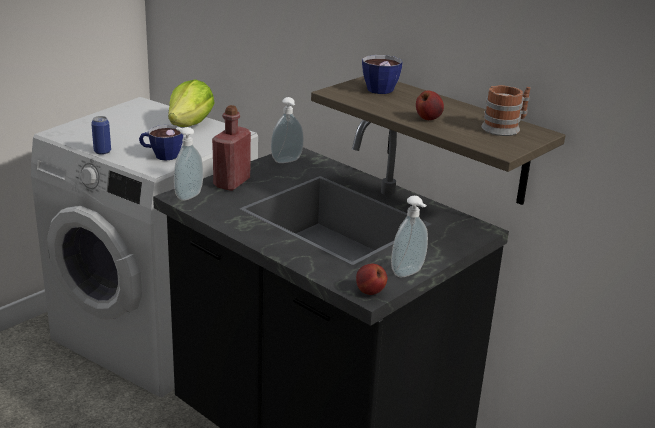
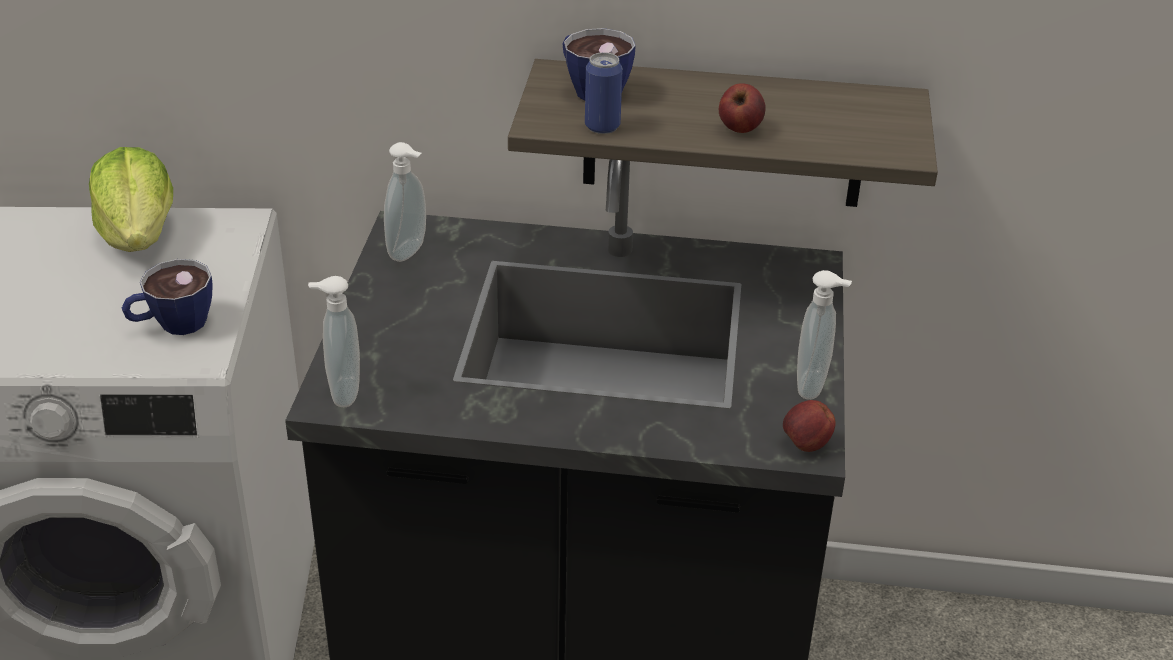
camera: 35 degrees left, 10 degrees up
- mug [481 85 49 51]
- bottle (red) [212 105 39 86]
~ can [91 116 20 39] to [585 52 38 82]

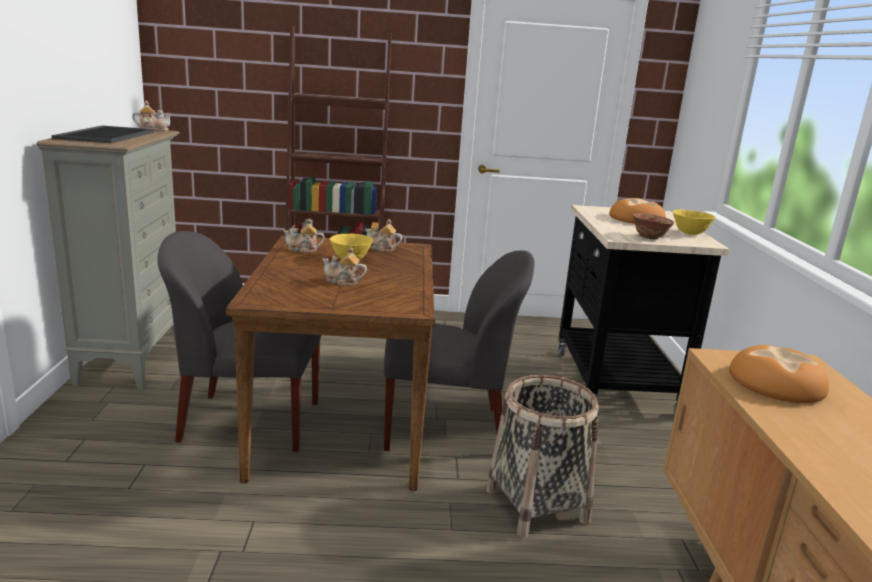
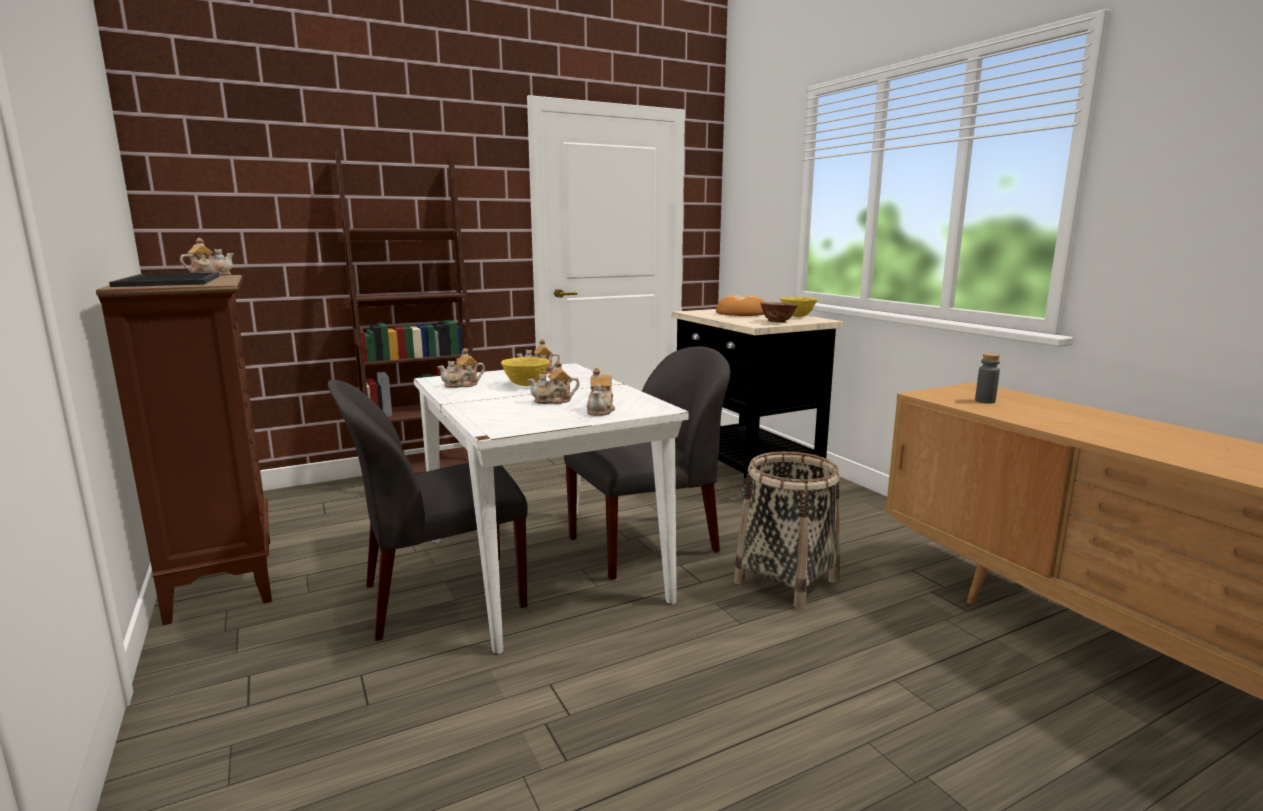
camera: 25 degrees left, 5 degrees down
~ dresser (grey) [37 131 142 258] to dresser (brown) [96 275 176 350]
~ dining table (brown) [226 235 209 256] to dining table (white) [414 363 275 292]
~ bread [729 345 100 58] to bottle (grey) [975 353 25 50]
+ teapot [587 368 28 48]

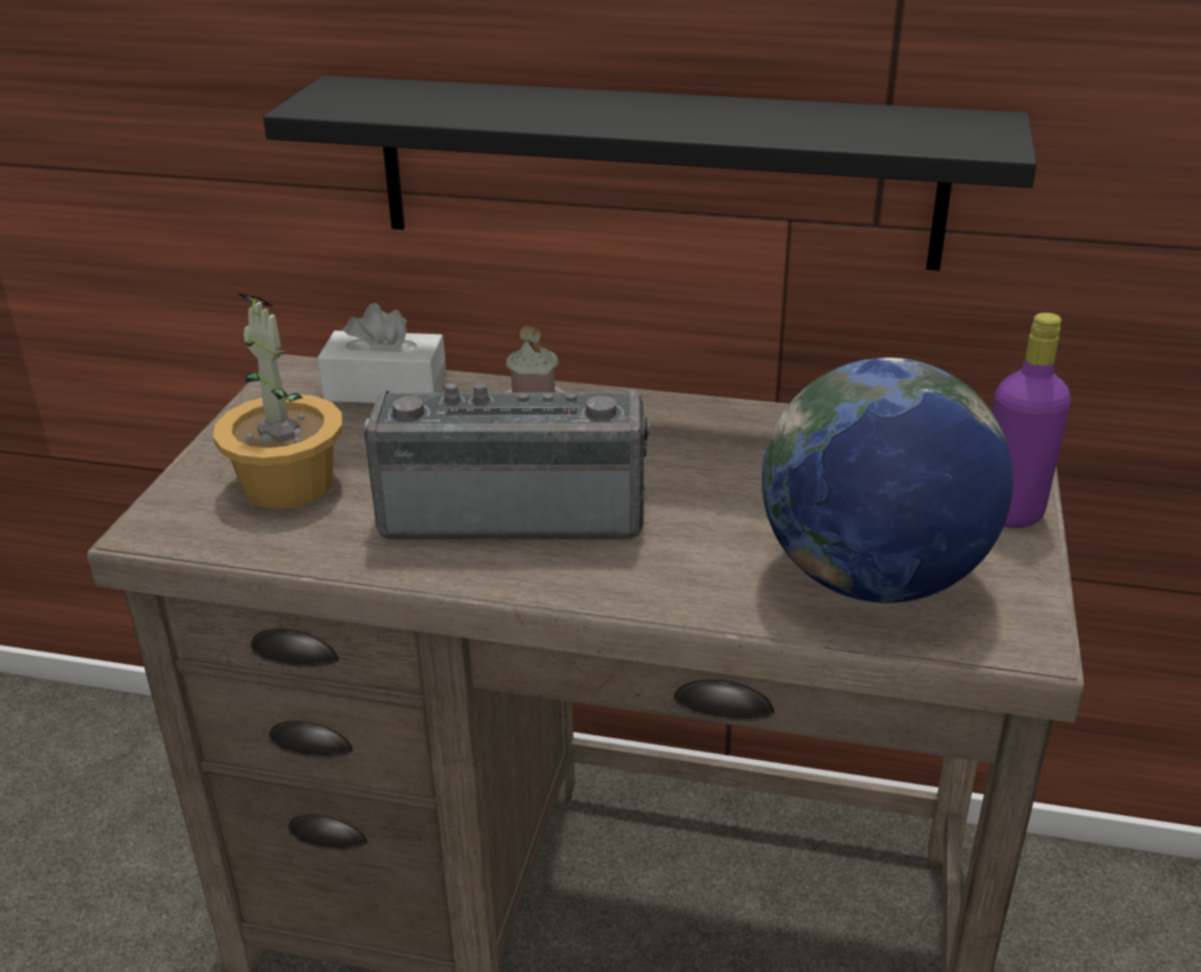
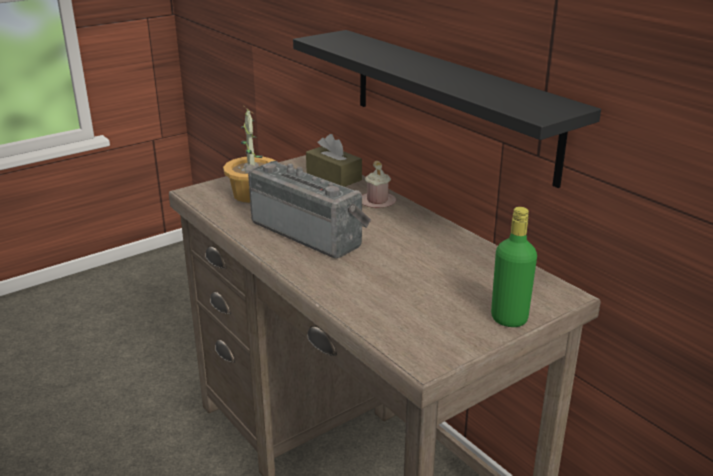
camera: 40 degrees right, 5 degrees down
~ tissue box (white) [317 303 130 100] to tissue box (brown) [306 134 56 53]
~ bottle (purple) [992 313 79 215] to bottle (green) [491 207 46 120]
- globe [762 358 251 245]

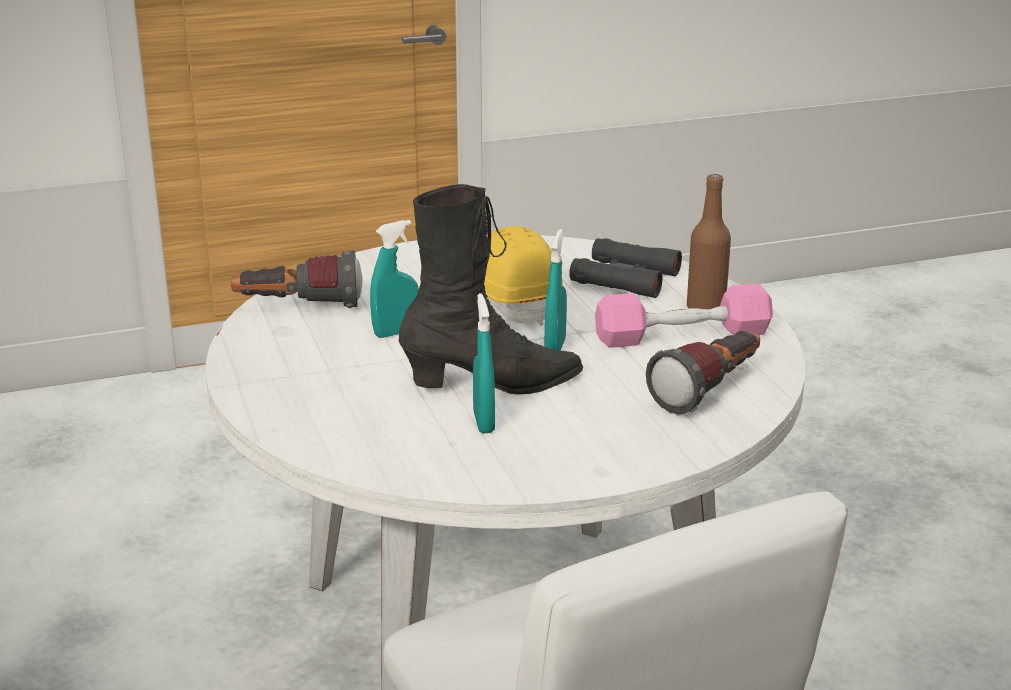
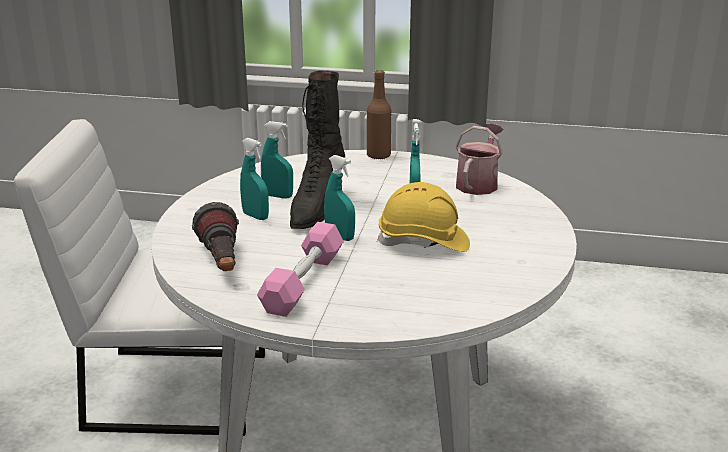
camera: 120 degrees right, 0 degrees up
~ bottle (brown) [687 174 44 135] to [367 70 24 90]
- binoculars (black) [569 238 113 60]
~ flashlight [231 250 132 58] to watering can [456 124 47 71]
+ spray bottle (turquoise) [240 138 29 82]

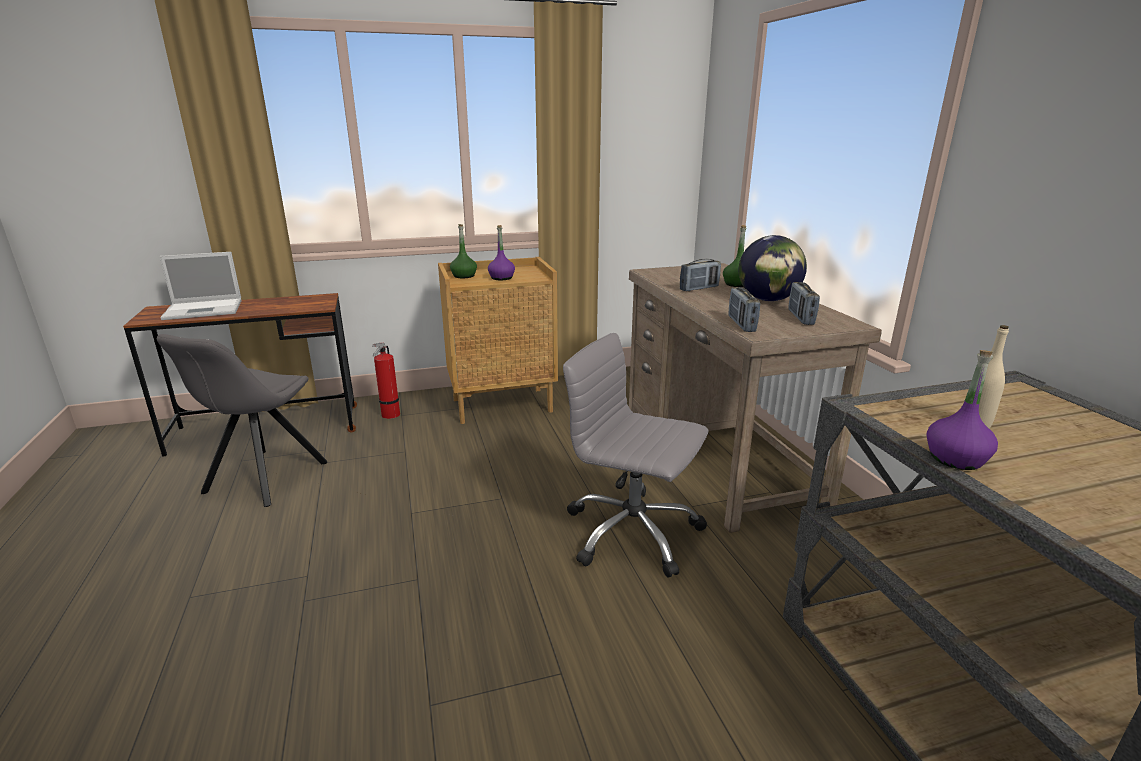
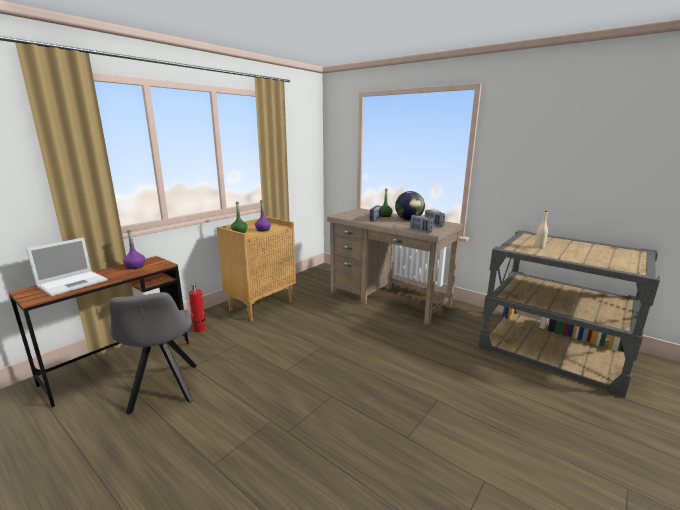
camera: 35 degrees left, 5 degrees down
- office chair (grey) [563 333 146 245]
~ bottle (purple) [927 350 71 120] to [123 230 22 39]

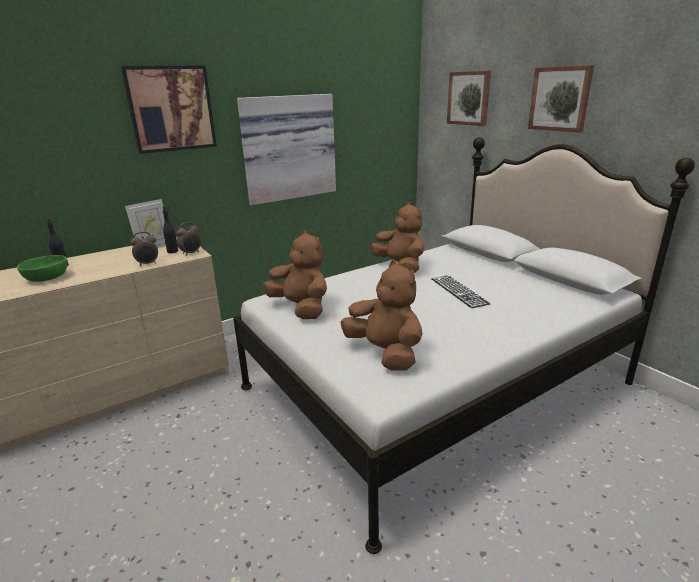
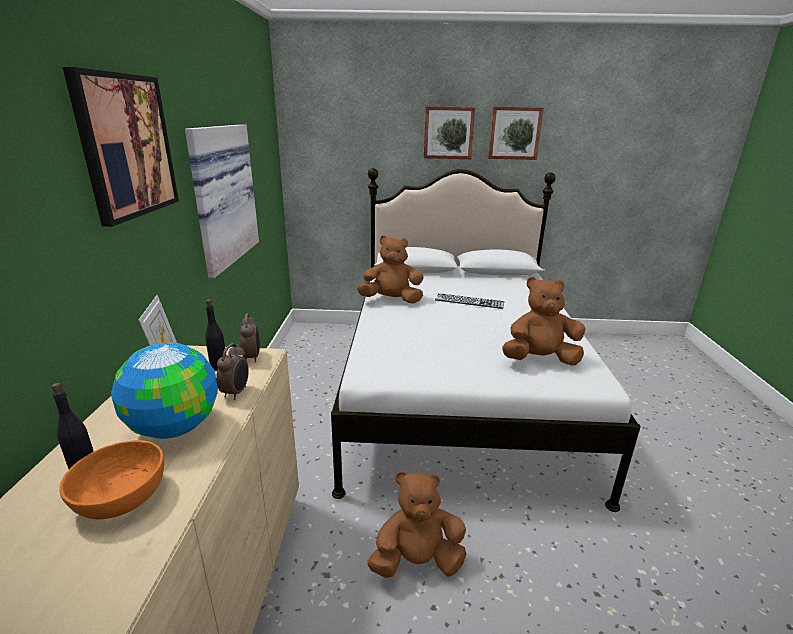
camera: 55 degrees left, 0 degrees up
~ picture [447 71 44 55] to [488 107 56 53]
~ plush toy (brown) [263 230 64 89] to [367 471 99 107]
~ bowl (green) [17 255 50 27] to bowl (orange) [59 440 105 79]
+ globe [111 343 107 96]

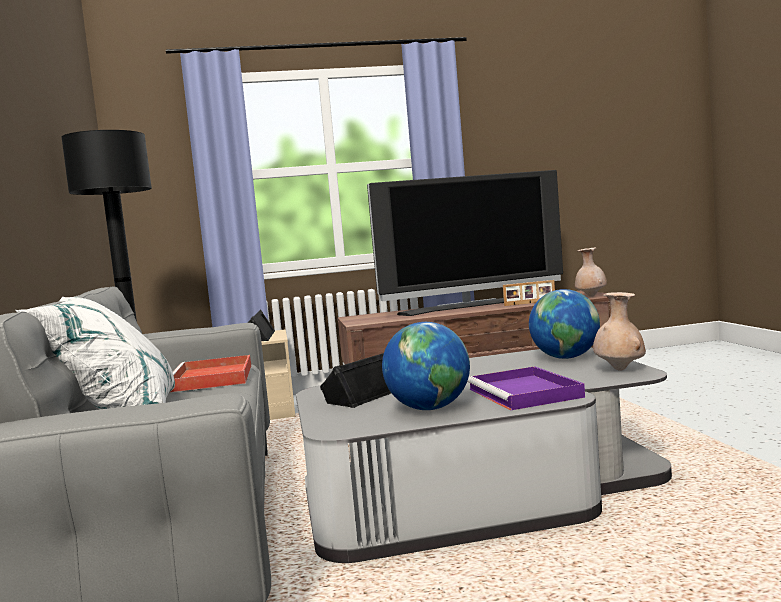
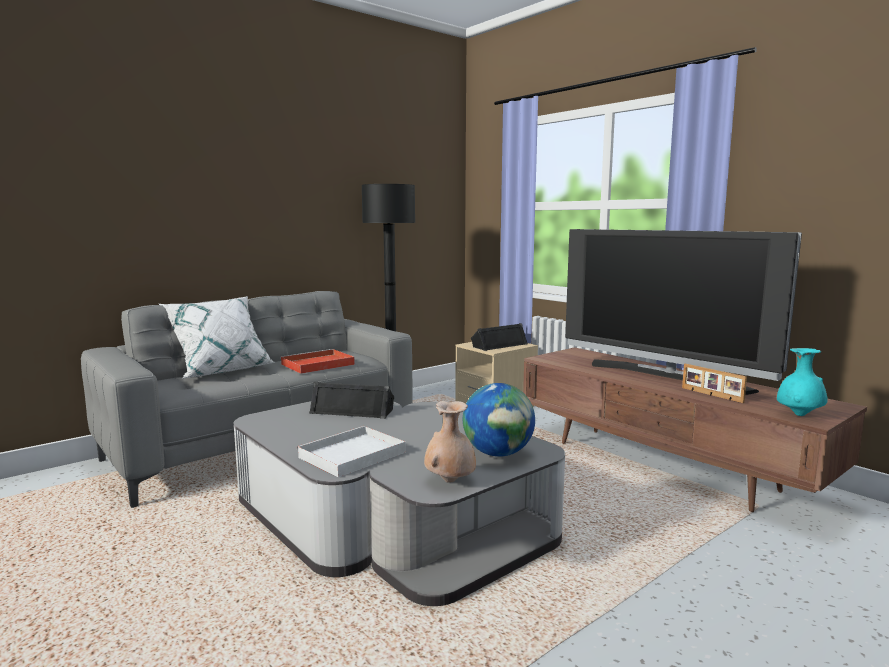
camera: 60 degrees right, 5 degrees up
~ vase (beige) [575 248 32 49] to vase (turquoise) [777 348 51 68]
- globe [382 322 88 88]
~ tray (purple) [467 366 118 44] to tray (white) [297 426 109 51]

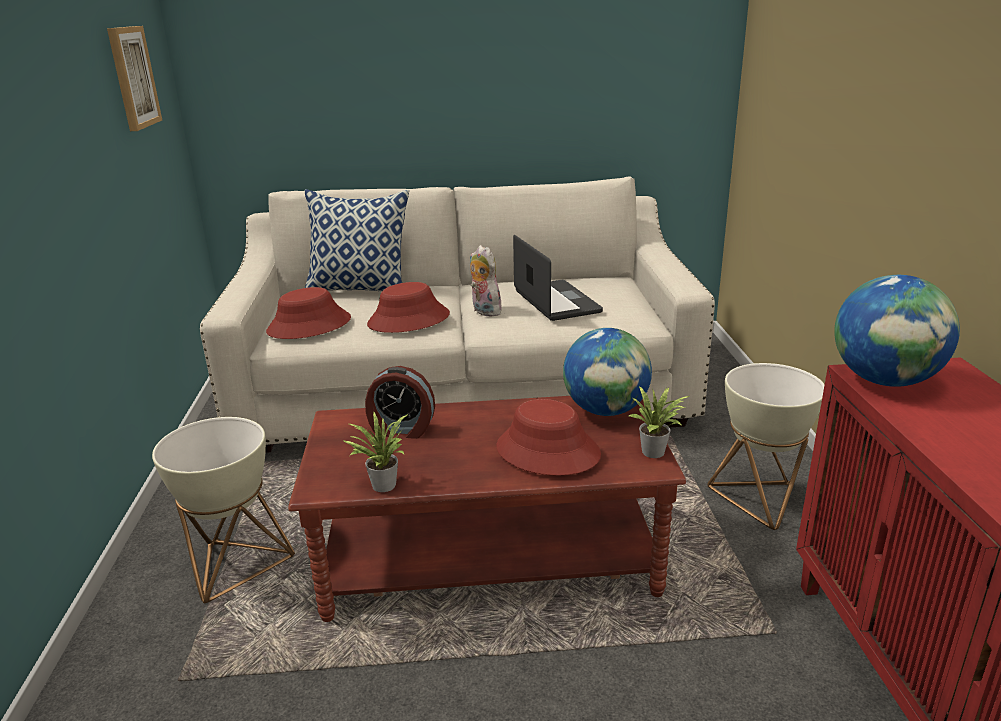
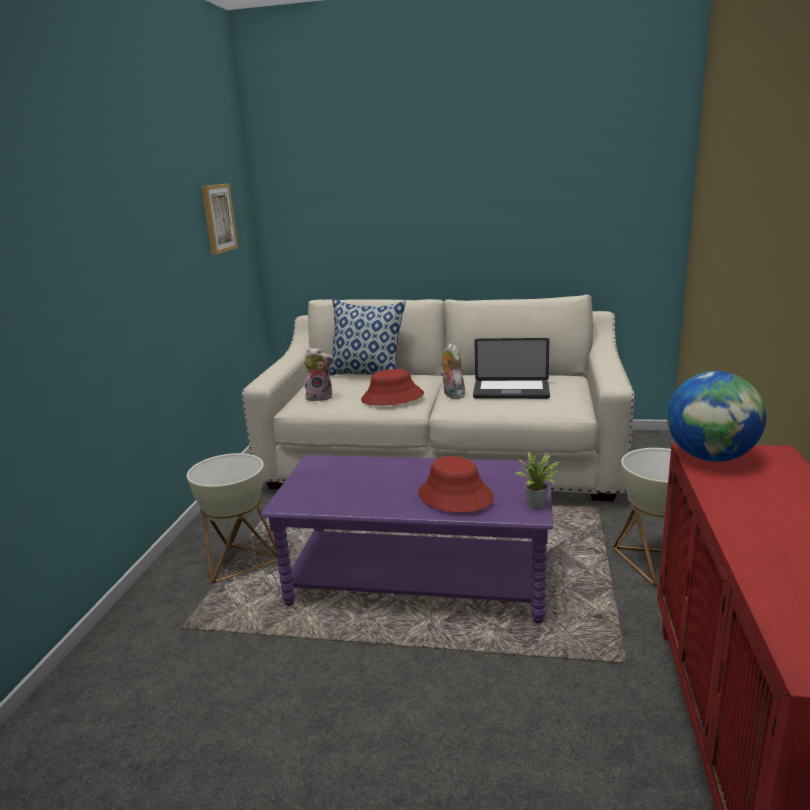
camera: 15 degrees right, 5 degrees down
~ laptop [513 235 90 86] = [473 338 77 61] 105 degrees clockwise
~ hat (red) [266 287 85 52] to plush toy [304 347 30 54]
- globe [563 328 89 88]
- alarm clock [365 366 70 73]
~ coffee table (brown) [288 396 398 226] to coffee table (purple) [261 455 292 169]
- potted plant [344 412 64 80]

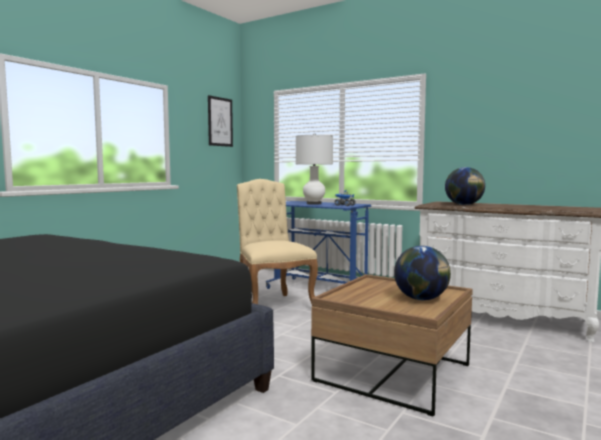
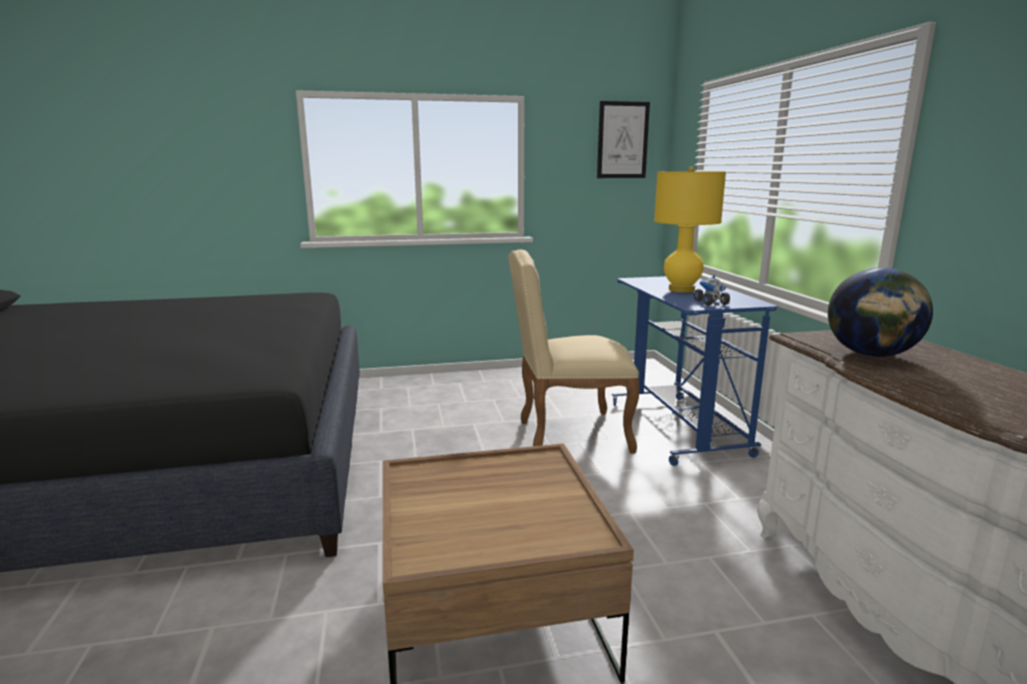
camera: 45 degrees right, 10 degrees up
~ table lamp (white) [296 133 37 72] to table lamp (yellow) [654 167 72 126]
~ chair (beige) [237 179 81 127] = [508 250 131 204] 120 degrees counterclockwise
- globe [394 246 57 54]

